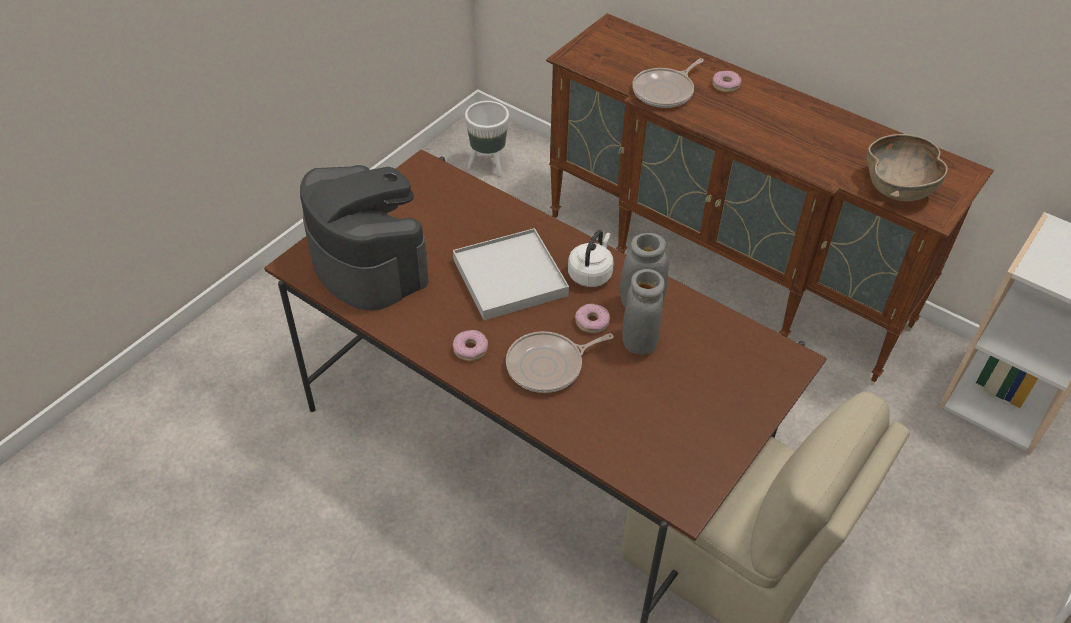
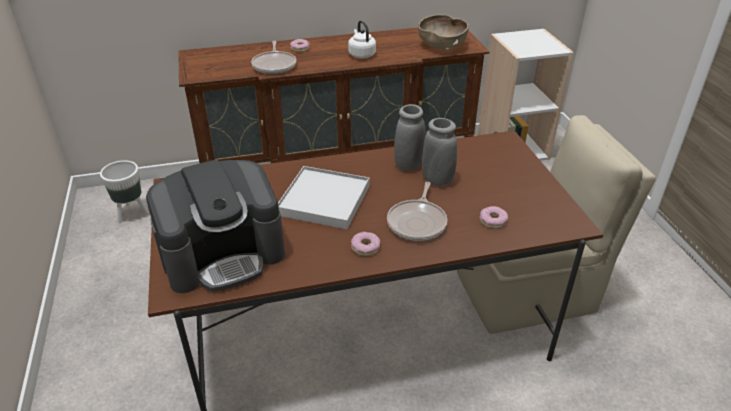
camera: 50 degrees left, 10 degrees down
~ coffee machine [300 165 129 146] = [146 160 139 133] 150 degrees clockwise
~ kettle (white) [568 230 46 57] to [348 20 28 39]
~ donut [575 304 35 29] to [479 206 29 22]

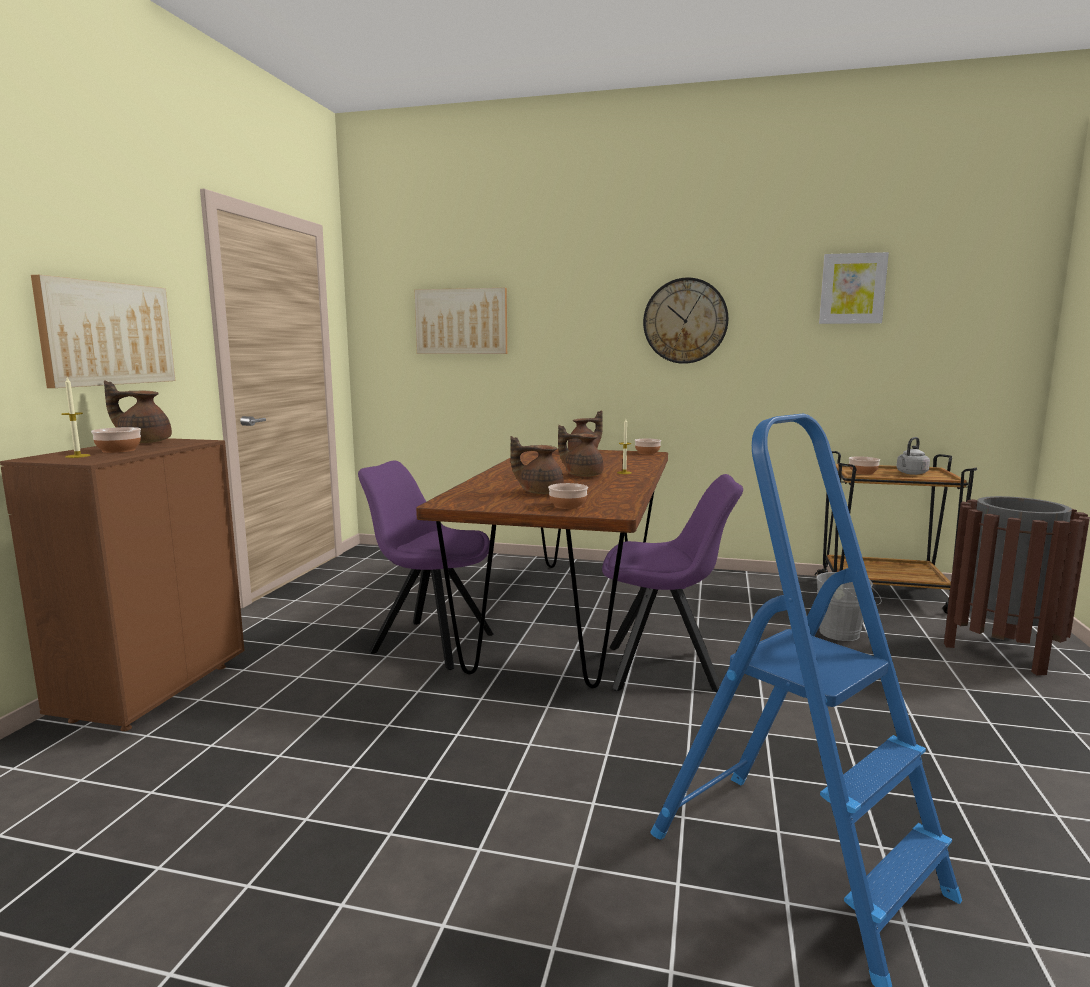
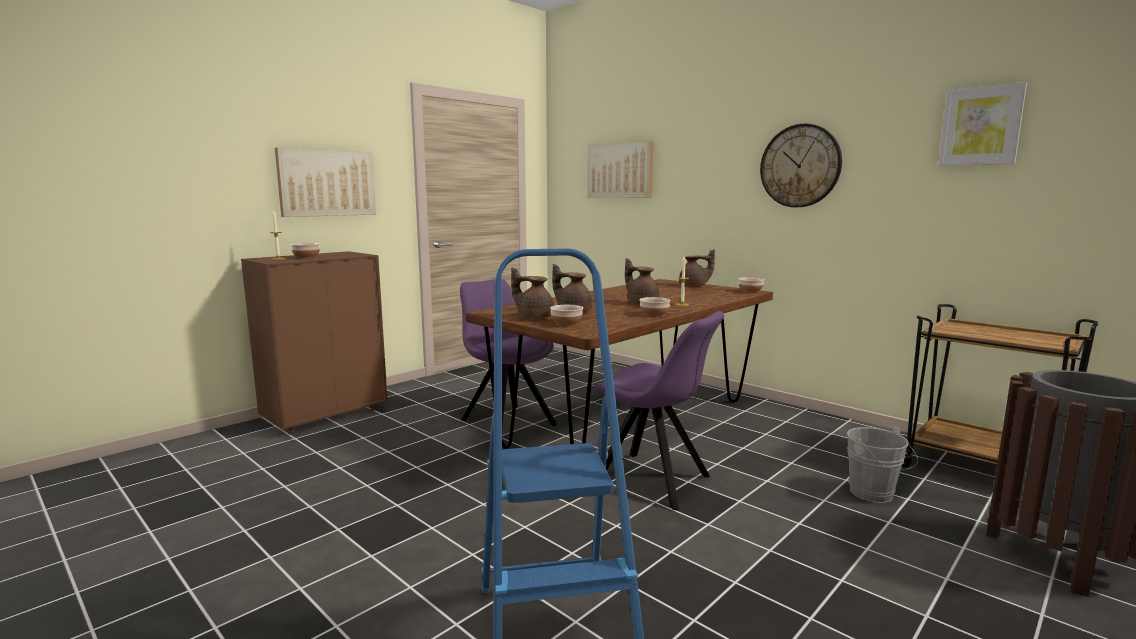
camera: 30 degrees right, 0 degrees up
~ teapot (brown) [104 380 68 63] to [511 267 43 52]
- kettle (grey) [896 437 34 38]
~ bowl [849 456 31 18] to [639 297 32 20]

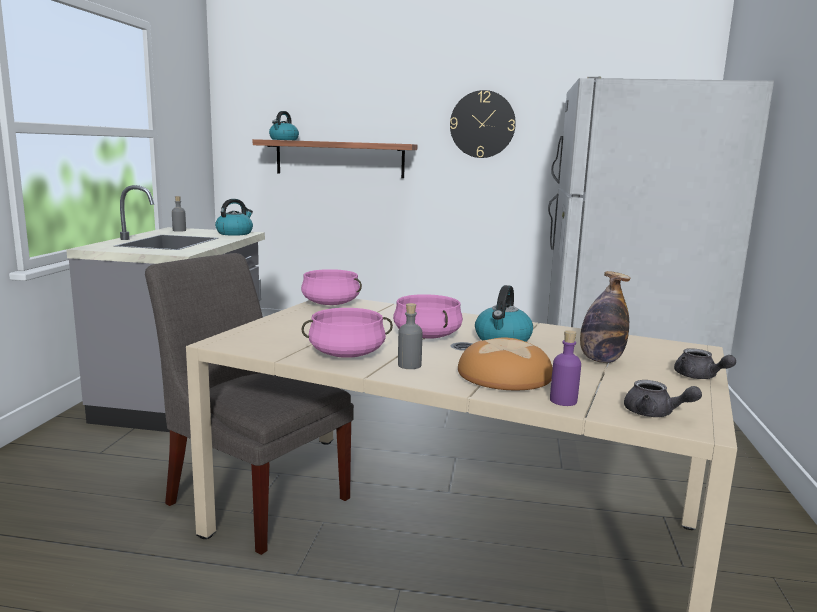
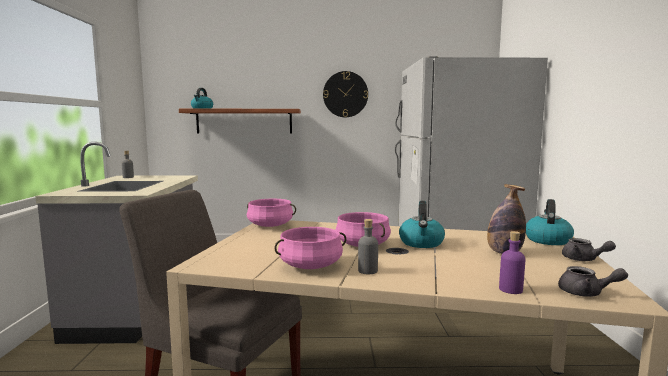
camera: 10 degrees left, 5 degrees down
~ kettle [215 199 38 37] to [526 199 48 46]
- bread [458 337 95 53]

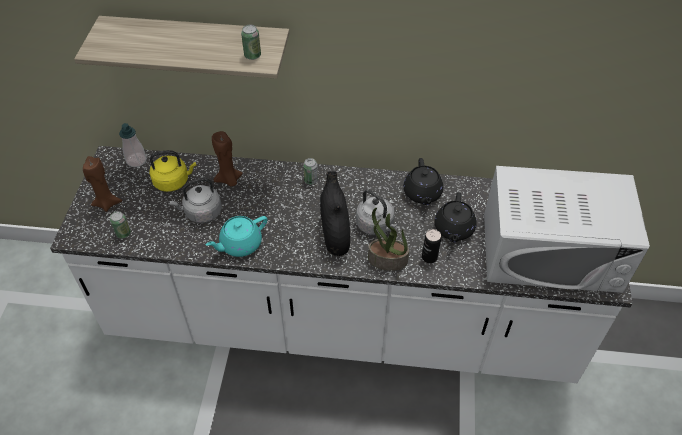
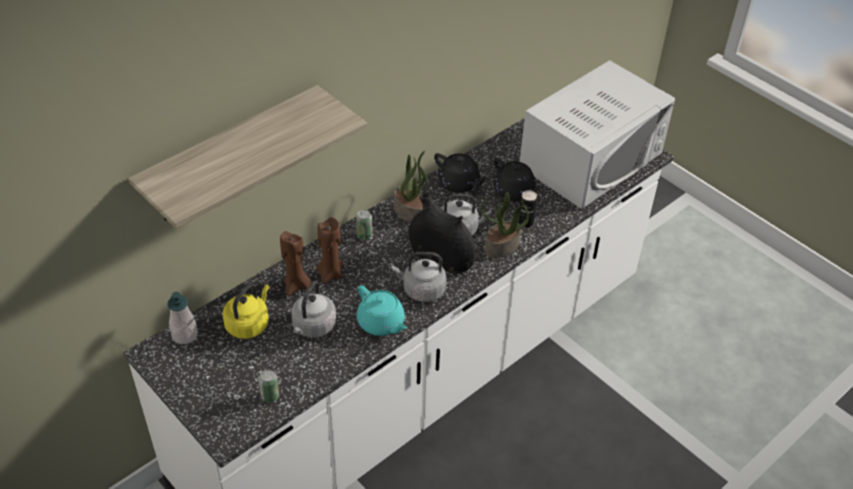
camera: 50 degrees left, 5 degrees down
- can [241 25 20 35]
~ candle (brown) [83 156 39 56] to [316 217 27 67]
~ teapot (turquoise) [206 216 61 41] = [357 285 50 51] 45 degrees counterclockwise
+ potted plant [394 151 33 72]
+ kettle (grey) [392 252 55 50]

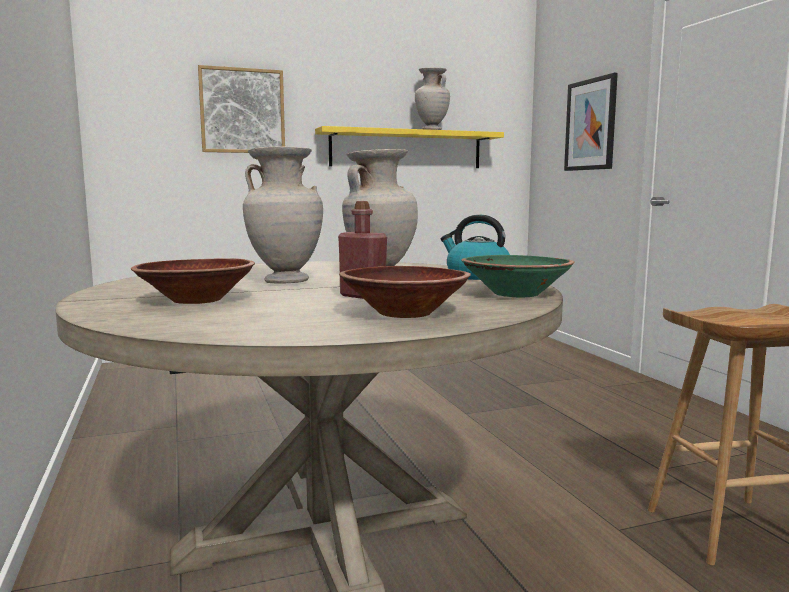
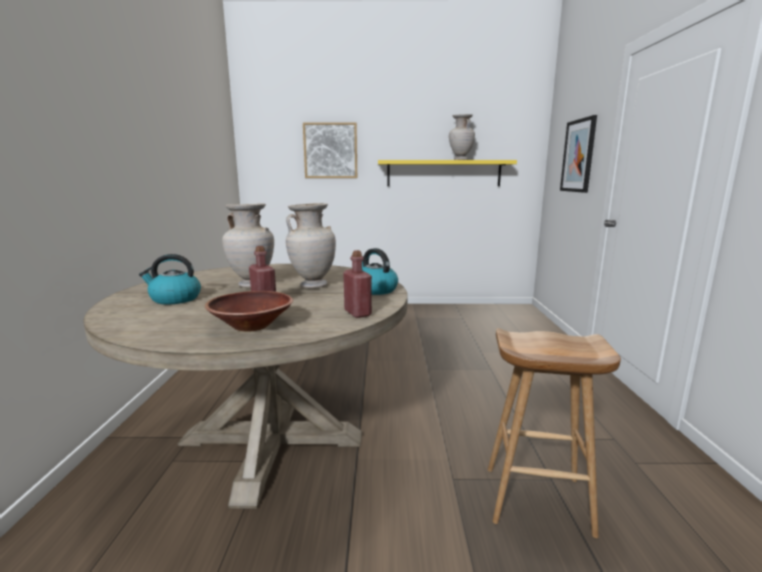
camera: 20 degrees right, 5 degrees up
~ bowl (green) [461 255 113 42] to bottle (red) [343 250 29 68]
~ bowl (brown) [131 258 124 46] to kettle [139 254 62 50]

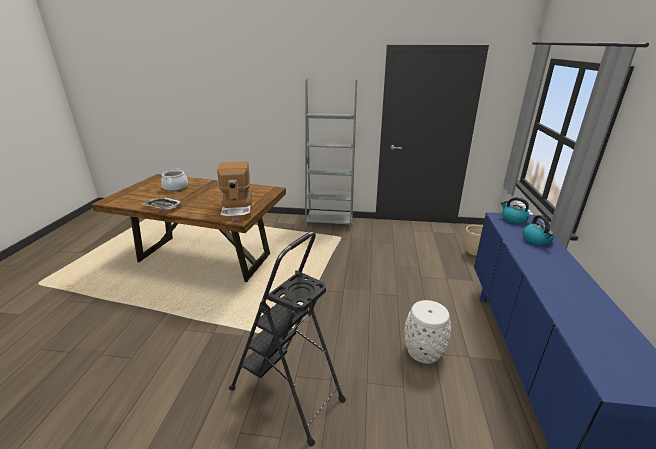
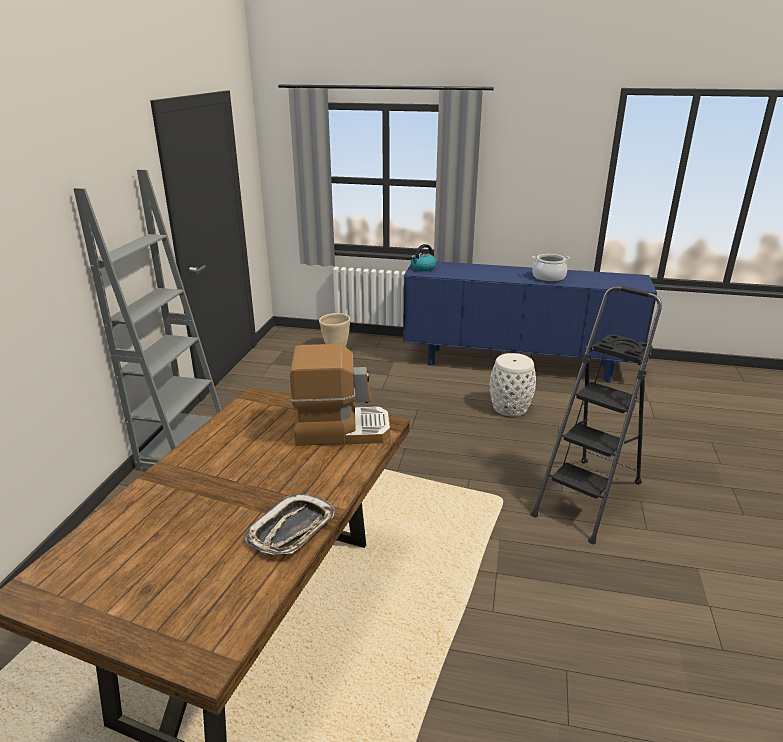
camera: 85 degrees left, 0 degrees up
~ cooking pot [161 168 27 23] to [532 254 38 28]
- kettle [523 215 31 30]

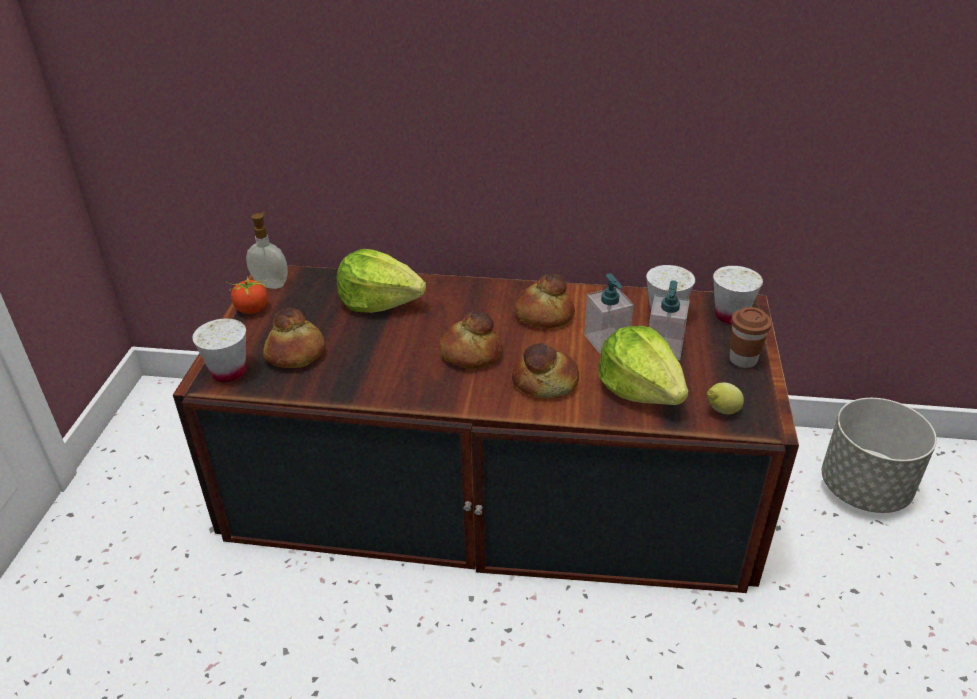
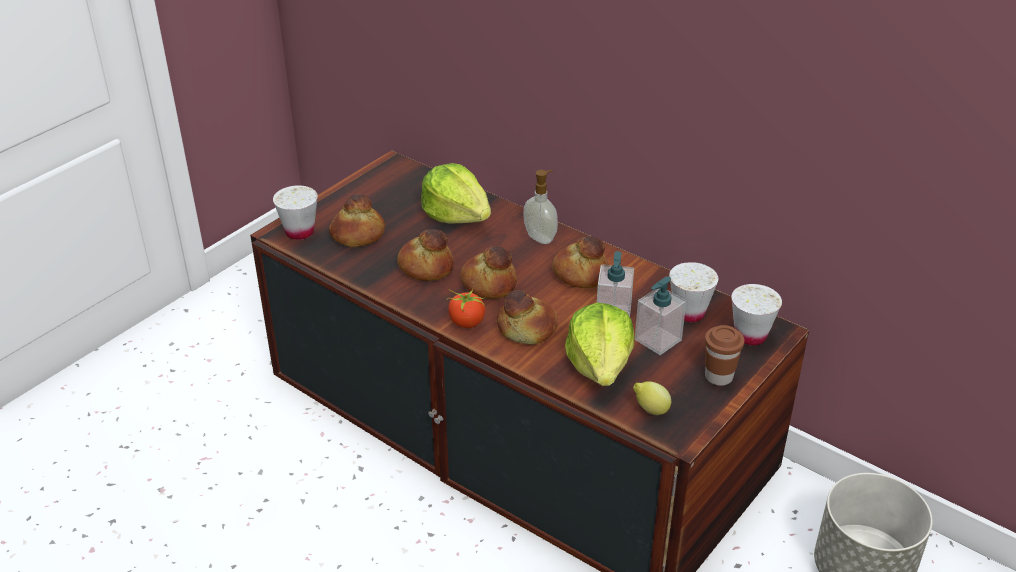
camera: 30 degrees right, 0 degrees up
~ soap dispenser [246 212 42 77] to [523 170 35 74]
~ tomato [226 277 42 37] to [447 289 38 39]
+ bread [397 229 57 52]

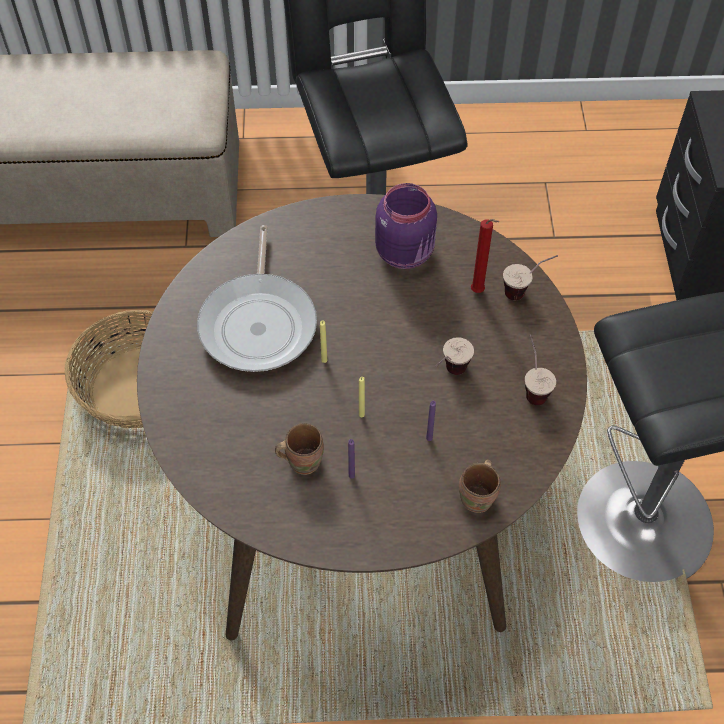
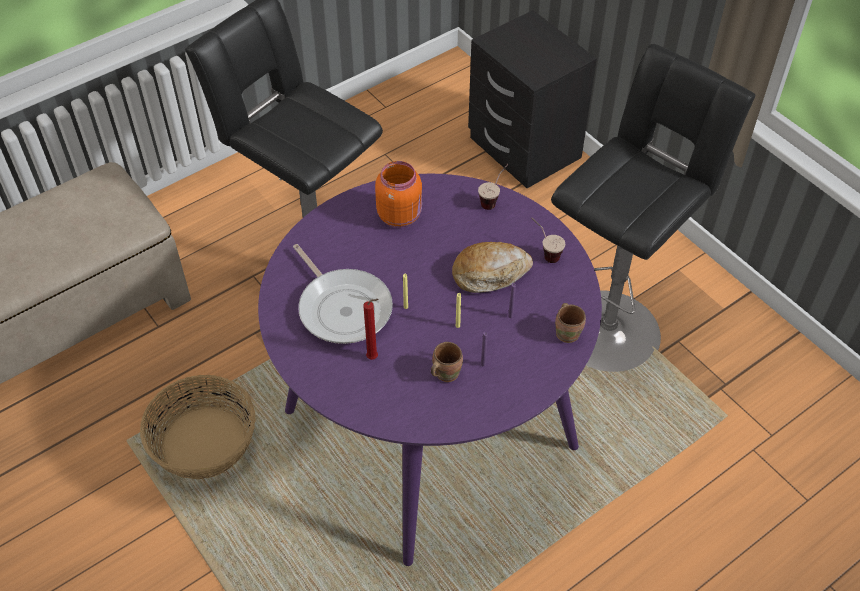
camera: 35 degrees left, 5 degrees down
~ jar (purple) [375 183 62 86] to jar (orange) [375 161 47 66]
~ dining table (brown) [137 194 450 446] to dining table (purple) [258 174 344 392]
~ candle (red) [471 219 28 74] to [363 299 16 61]
~ cup [436 337 38 38] to bread [452 242 81 51]

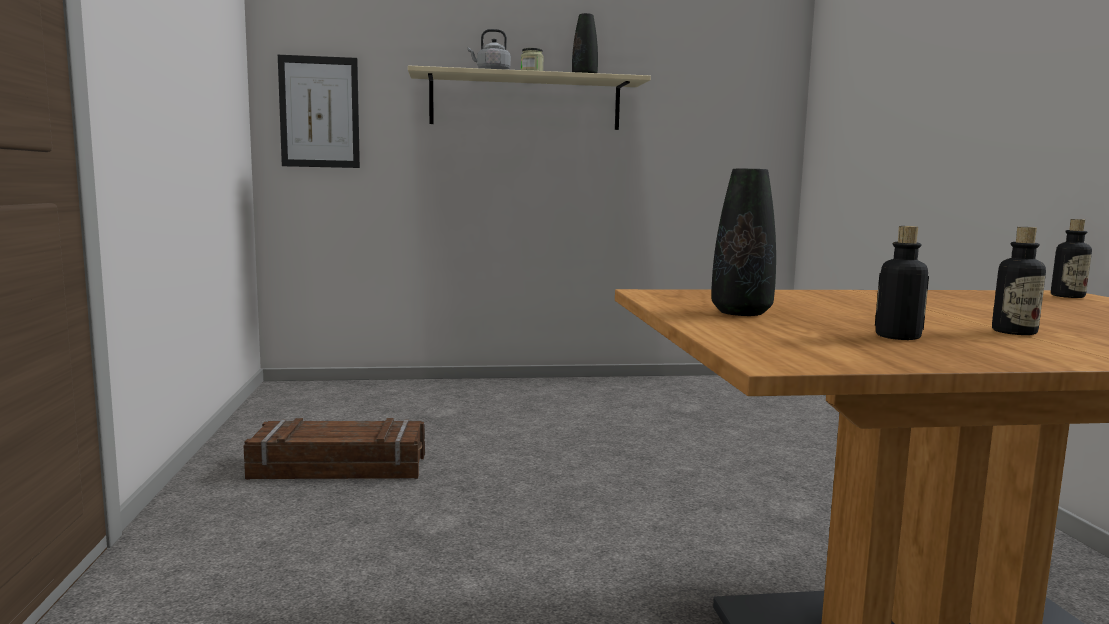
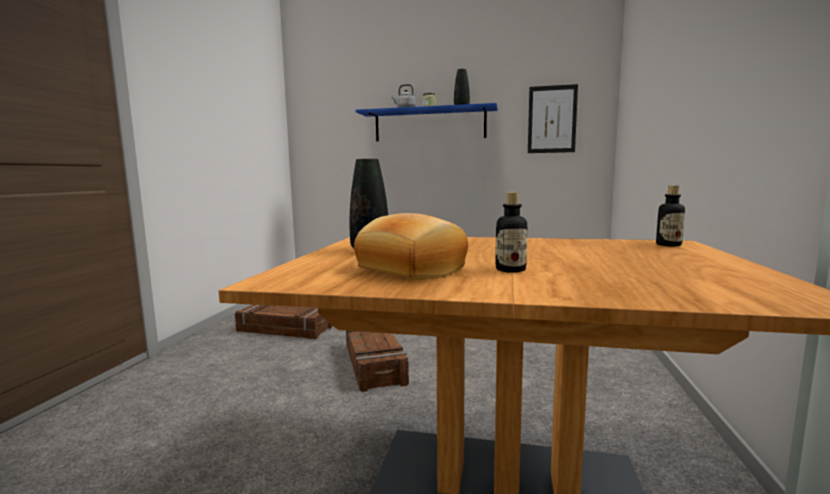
camera: 20 degrees right, 0 degrees up
~ picture [278 55 82 113] to [528 84 50 69]
~ shelf (beige) [408 65 243 65] to shelf (blue) [356 103 142 38]
~ bottle [875 226 54 114] to bread [354 213 114 66]
+ crate [346 331 63 61]

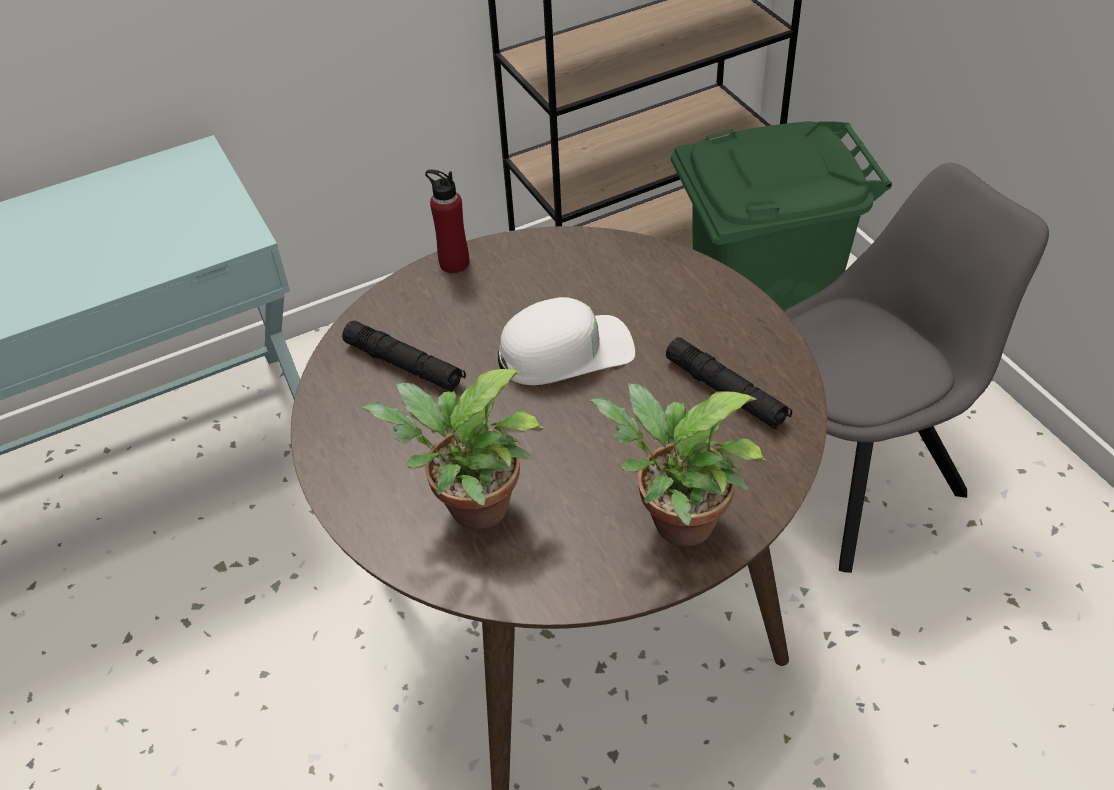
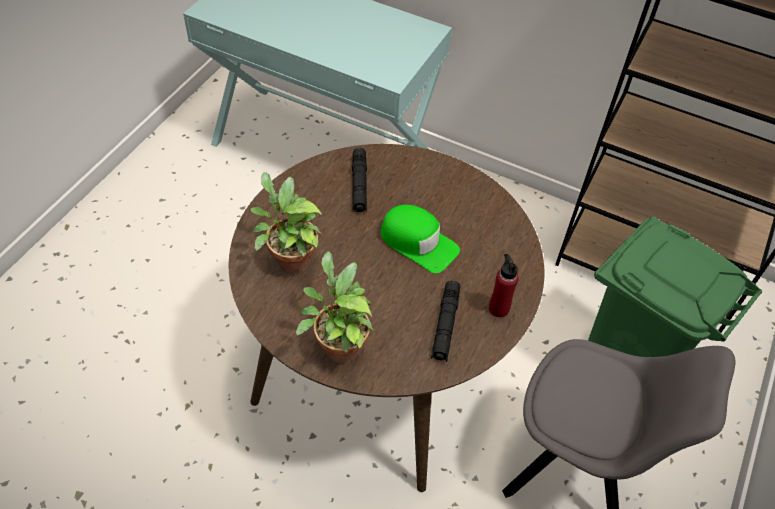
camera: 50 degrees right, 5 degrees up
~ bottle (red) [425 170 44 103] to [489 254 30 63]
~ cap (white) [498 297 137 88] to cap (green) [381 205 79 68]

